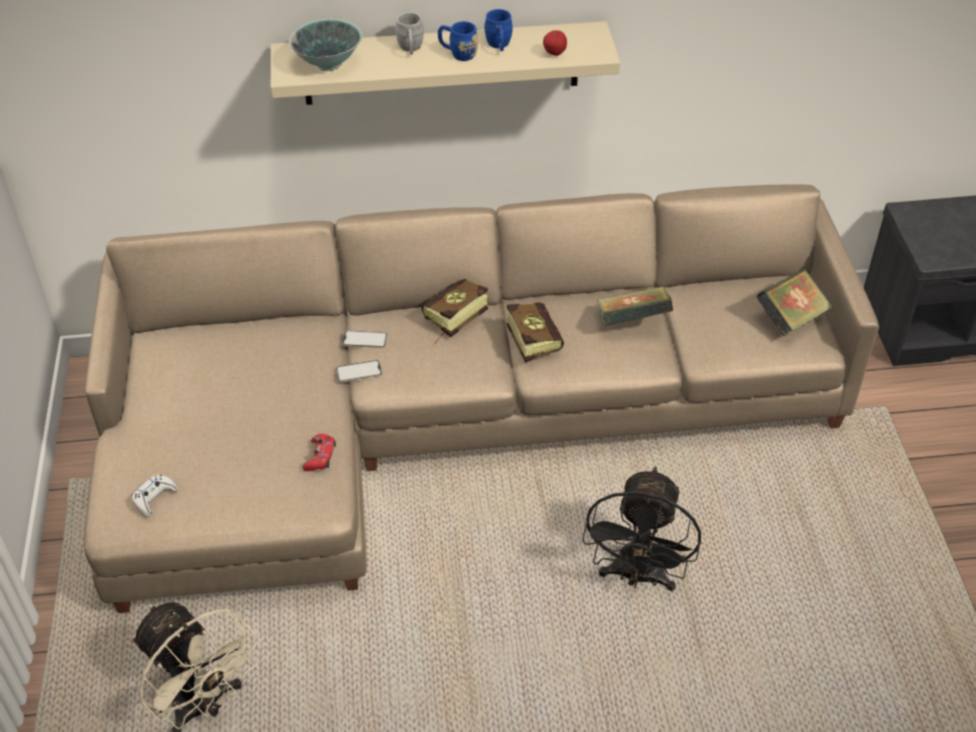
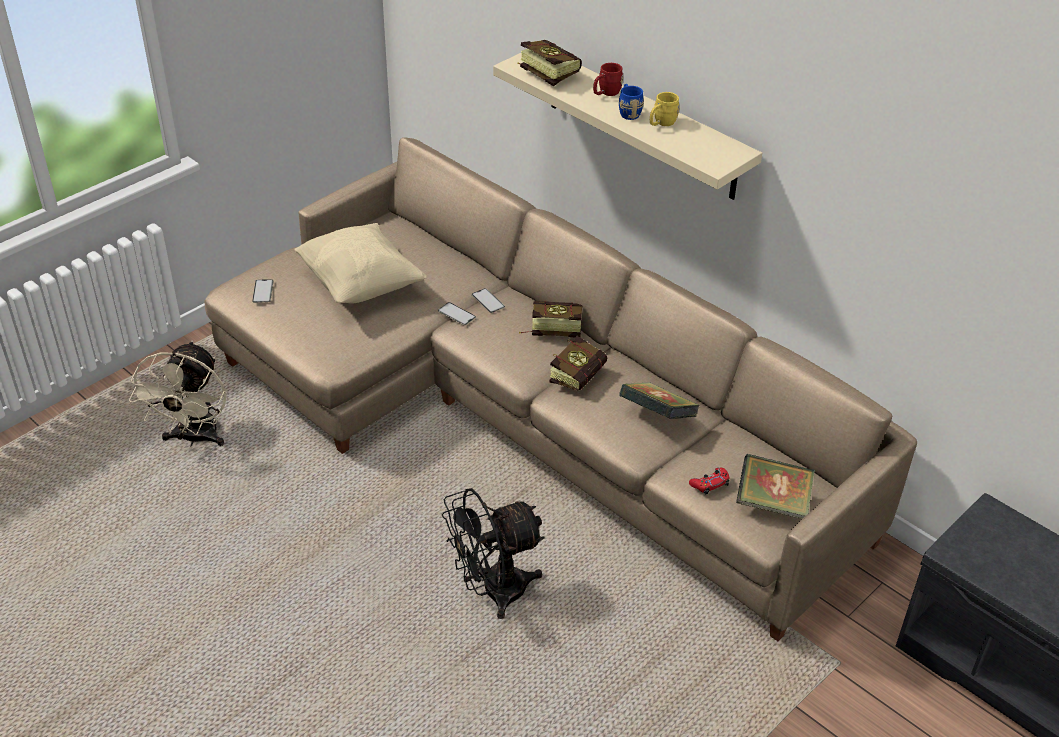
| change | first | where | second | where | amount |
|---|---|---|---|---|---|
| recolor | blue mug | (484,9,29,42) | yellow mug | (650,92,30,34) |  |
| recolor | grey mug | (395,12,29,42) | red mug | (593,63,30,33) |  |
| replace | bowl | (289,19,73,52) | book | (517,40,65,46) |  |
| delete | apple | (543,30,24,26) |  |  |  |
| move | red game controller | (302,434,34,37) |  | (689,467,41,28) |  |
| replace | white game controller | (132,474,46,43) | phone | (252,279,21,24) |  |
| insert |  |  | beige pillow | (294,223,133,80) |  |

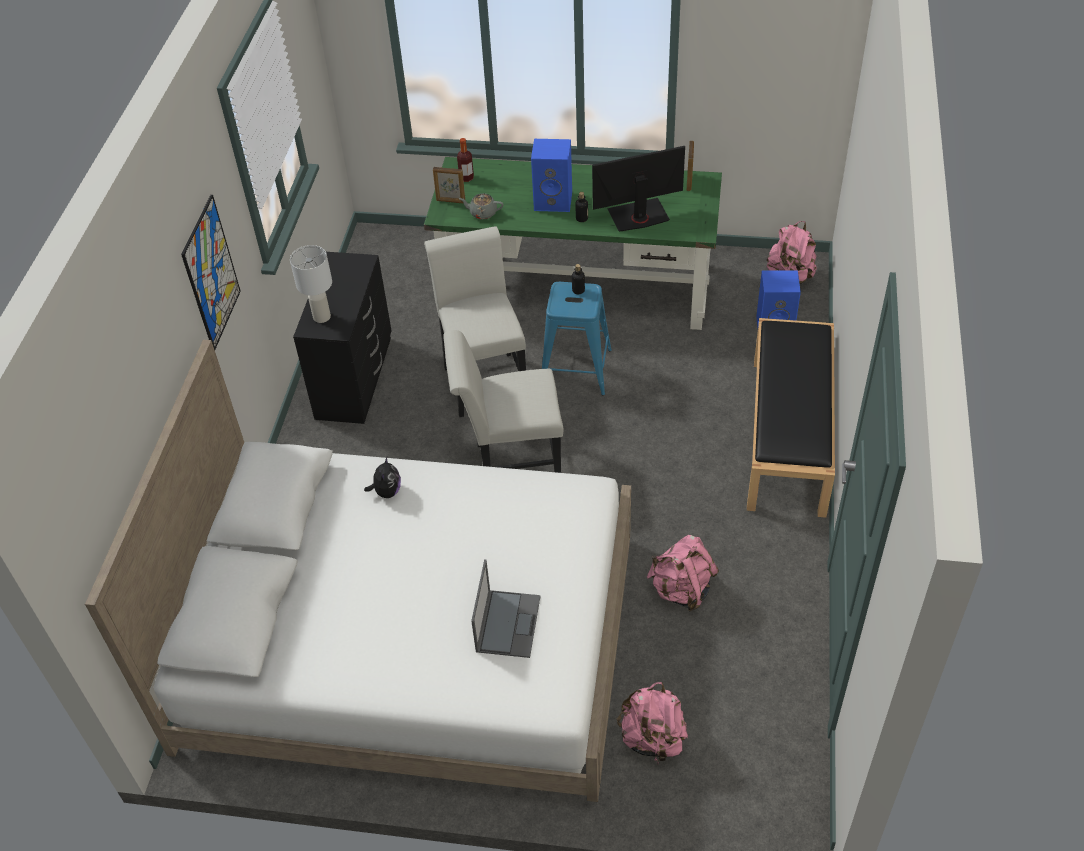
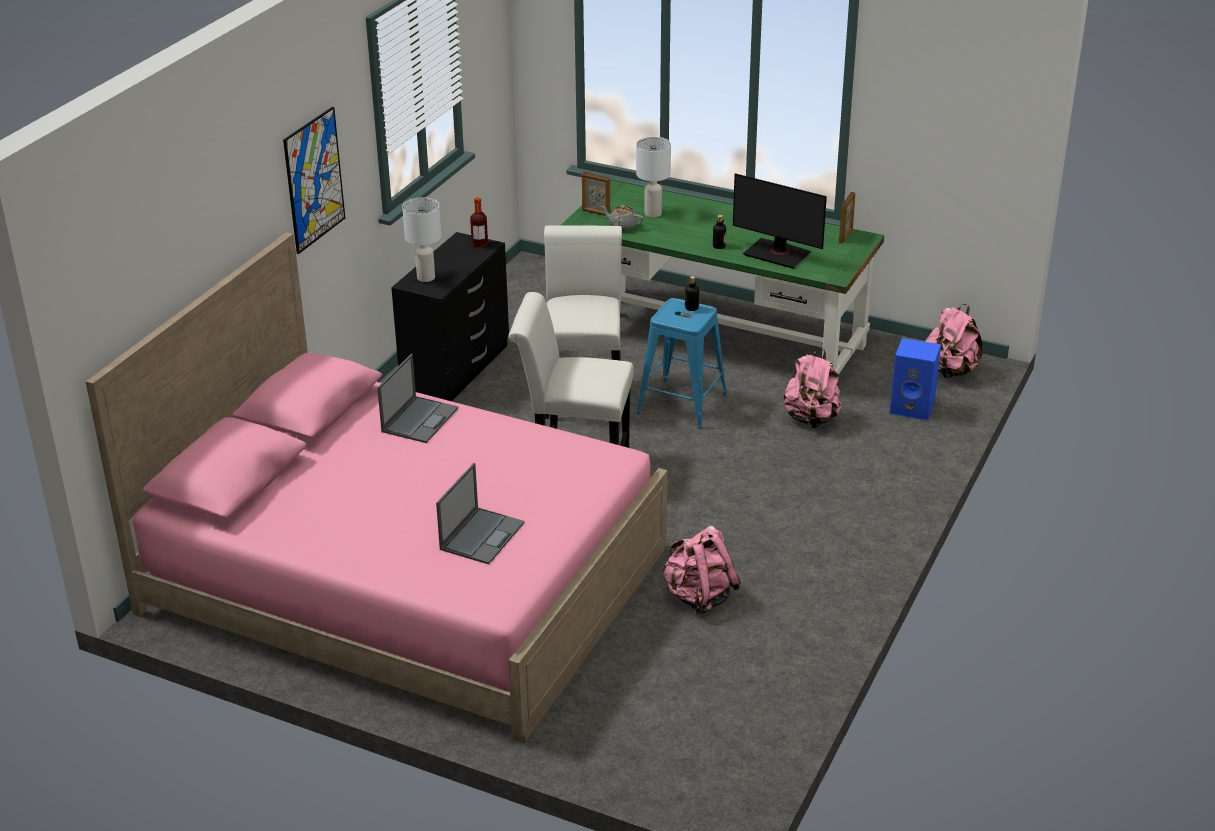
| change | first | where | second | where | amount |
|---|---|---|---|---|---|
| move | bottle | (457,138,17,44) |  | (470,197,18,50) |  |
| delete | blue speaker | (531,139,41,73) |  |  |  |
| rotate | monitor | (592,146,93,86) |  | (733,173,94,95) | 150 degrees counterclockwise |
| delete | black bench | (747,318,88,200) |  |  |  |
| recolor | white bed | (85,340,546,462) | pink bed | (86,232,582,510) |  |
| replace | plush toy | (364,457,37,41) | laptop | (377,354,81,89) |  |
| move | pink backpack | (617,682,71,79) |  | (784,349,58,79) |  |
| insert |  |  | white table lamp | (636,137,35,80) |  |

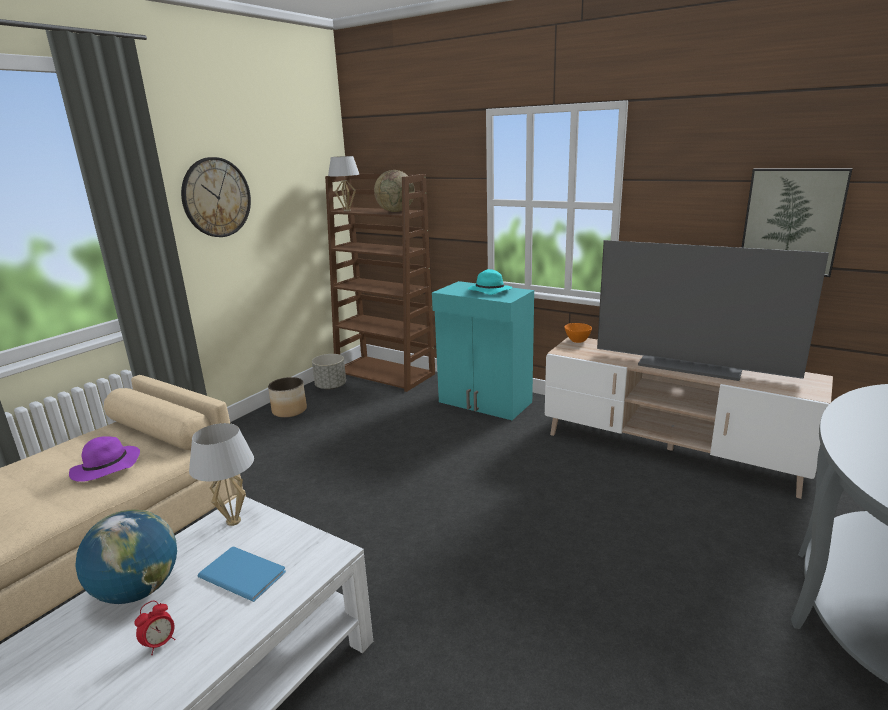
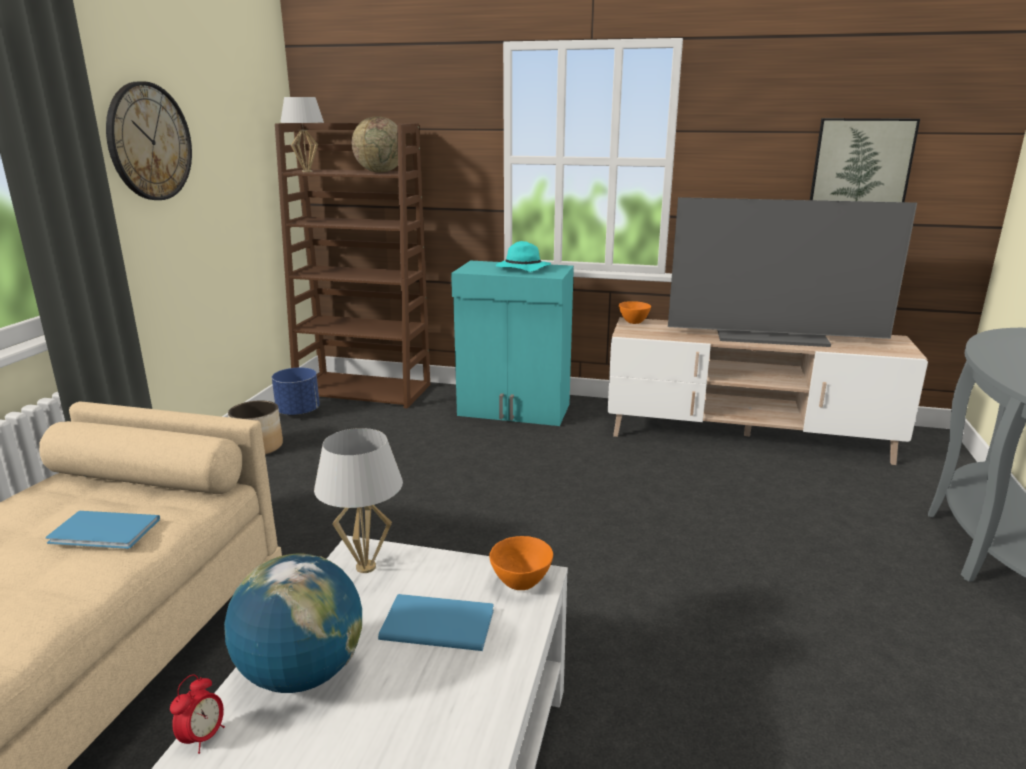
| change | first | where | second | where | amount |
|---|---|---|---|---|---|
| recolor | grey planter | (312,354,34,36) | blue planter | (272,368,48,48) |  |
| replace | purple hat | (69,436,71,46) | blue book | (45,511,115,38) |  |
| move | alarm clock | (134,601,42,54) |  | (170,674,55,80) |  |
| insert |  |  | orange bowl | (489,536,64,54) |  |

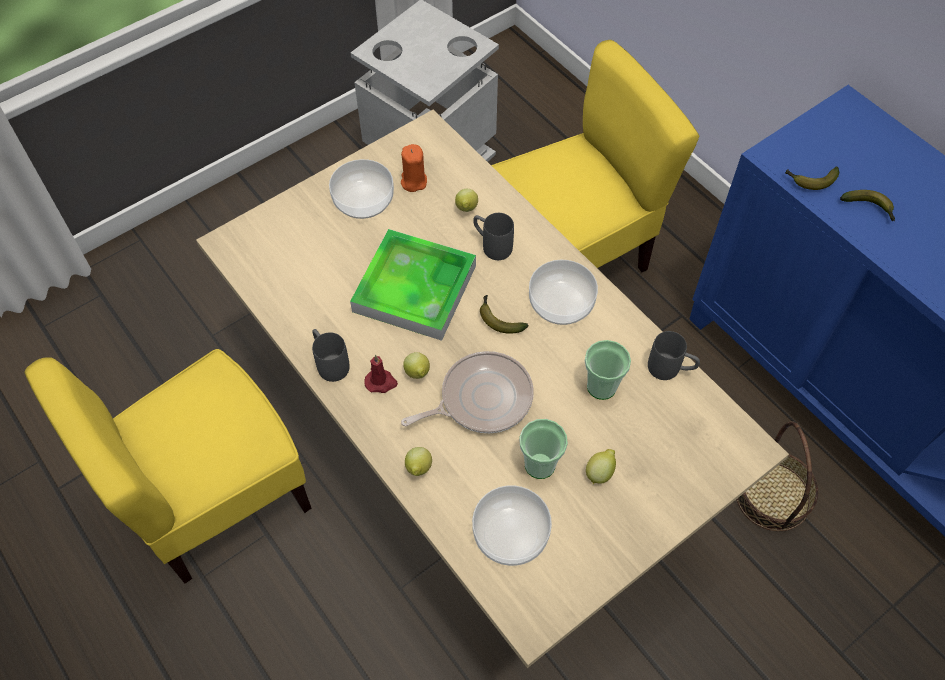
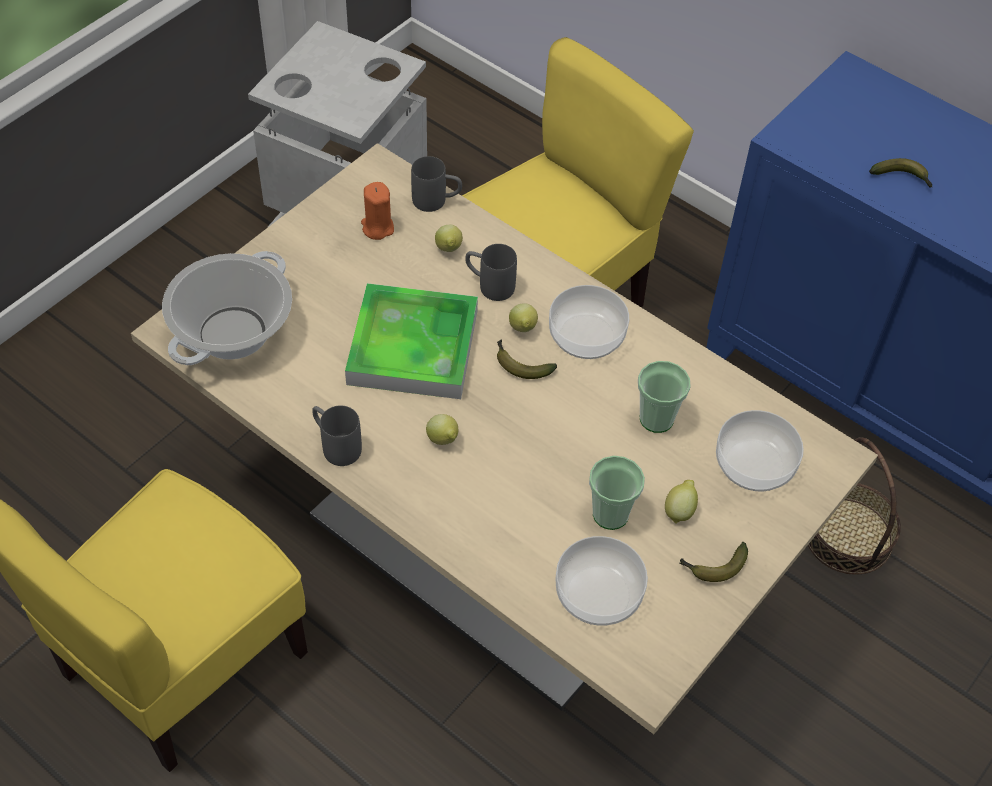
| change | first | where | second | where | amount |
|---|---|---|---|---|---|
| move | bowl | (329,159,65,60) |  | (716,410,88,81) |  |
| move | banana | (785,166,54,24) |  | (679,542,69,40) |  |
| move | grey mug | (648,331,52,49) |  | (411,156,51,56) |  |
| delete | frying pan | (401,351,133,82) |  |  |  |
| delete | red candle | (364,355,34,38) |  |  |  |
| move | lemon | (405,447,27,29) |  | (509,304,29,28) |  |
| insert |  |  | cooking pot | (162,251,130,114) |  |

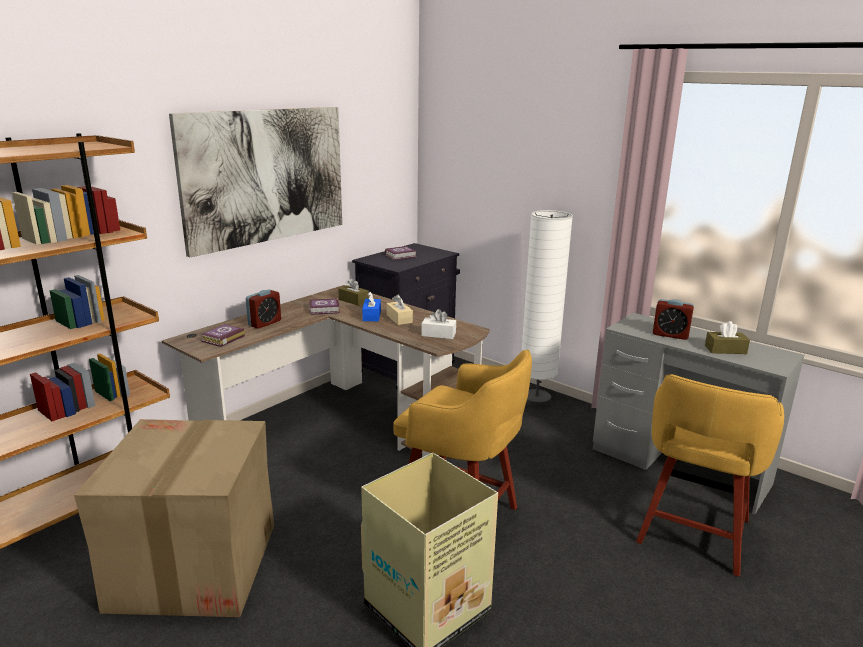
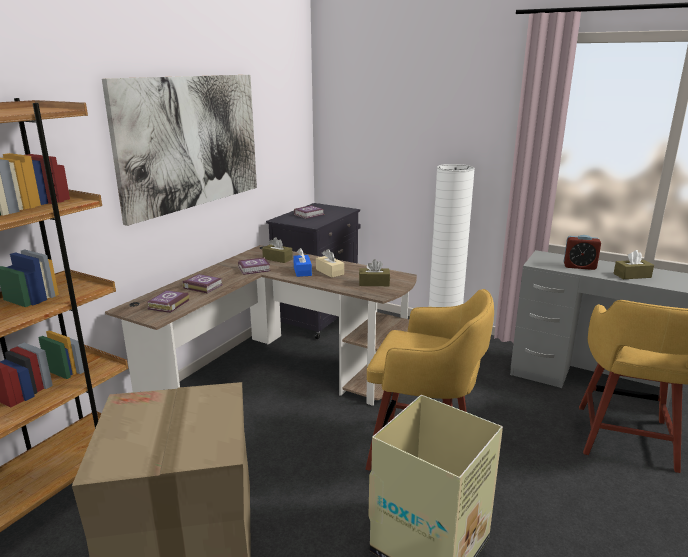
| change | first | where | second | where | amount |
|---|---|---|---|---|---|
| replace | alarm clock | (246,289,35,40) | book | (182,274,41,20) |  |
| recolor | white tissue box | (421,309,35,30) | brown tissue box | (359,259,31,27) |  |

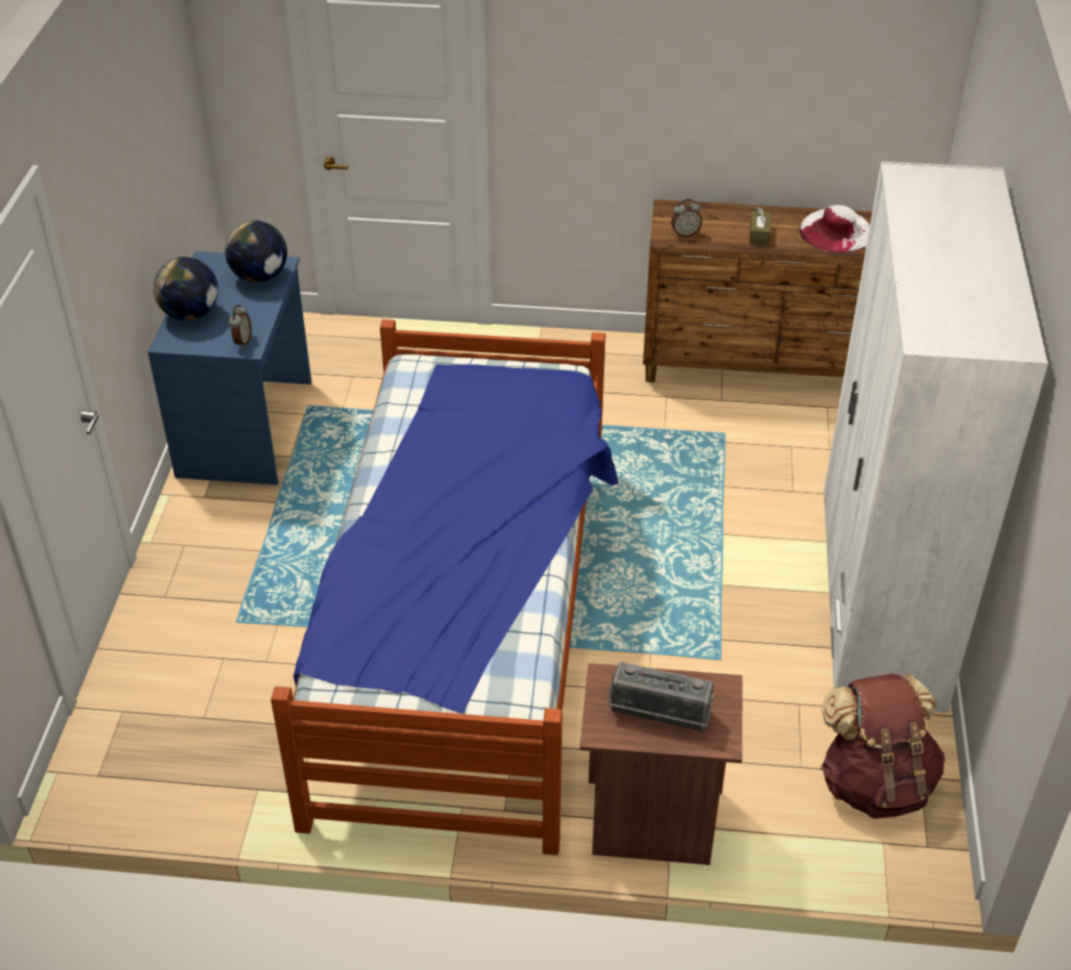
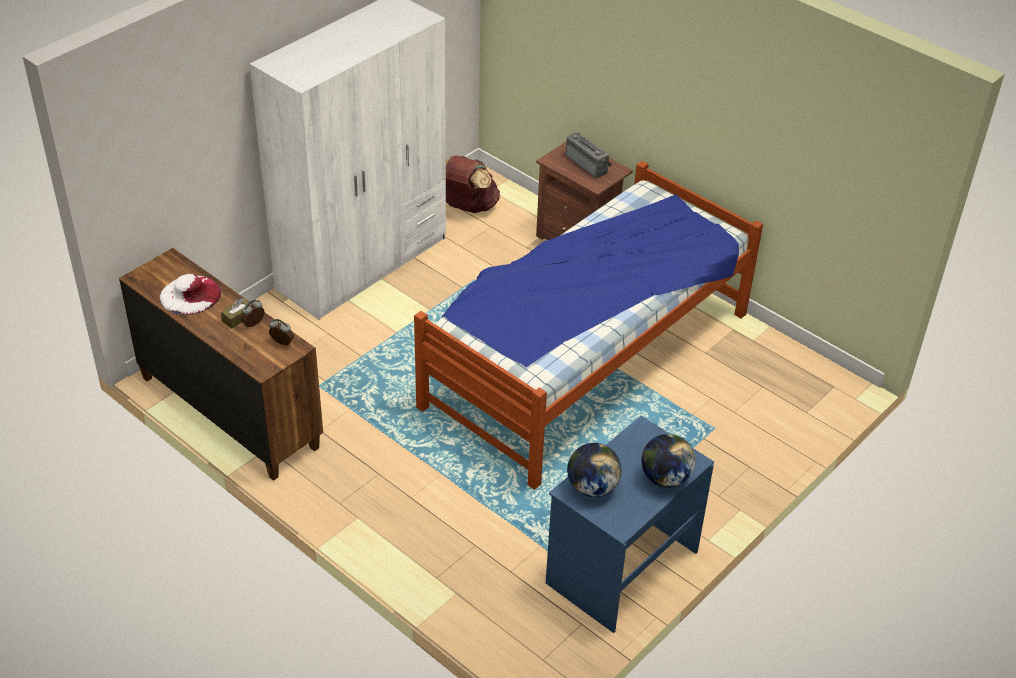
| change | first | where | second | where | amount |
|---|---|---|---|---|---|
| move | alarm clock | (229,305,22,43) |  | (241,300,23,27) |  |

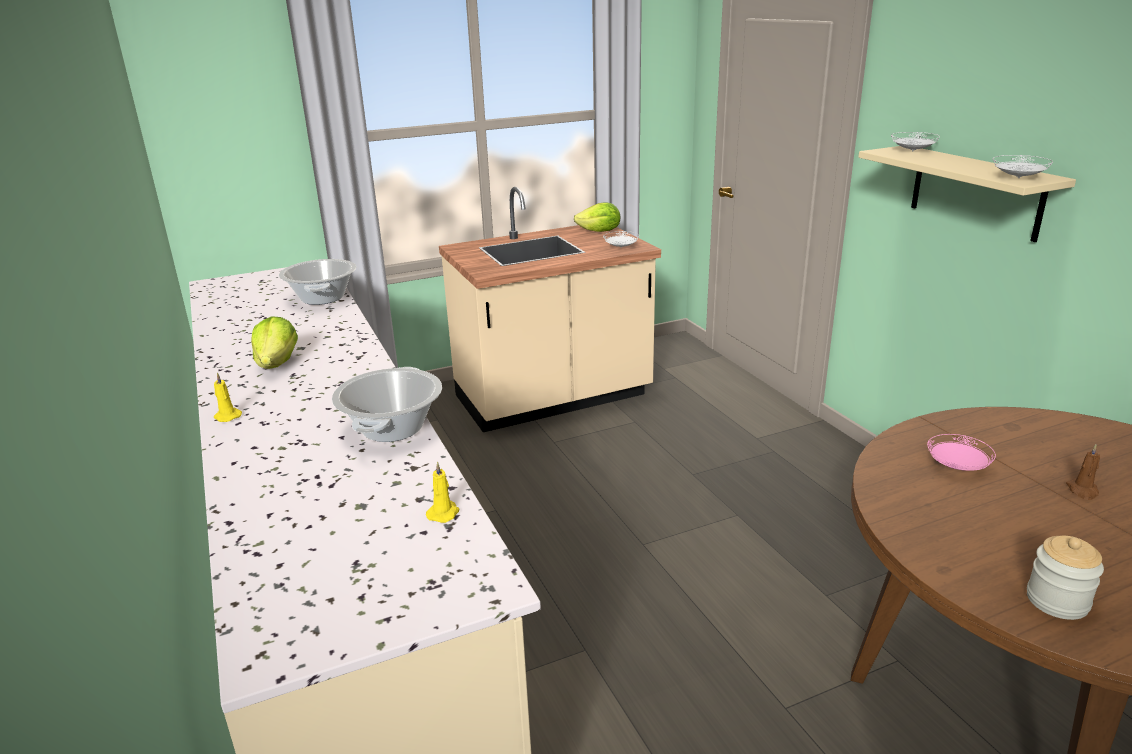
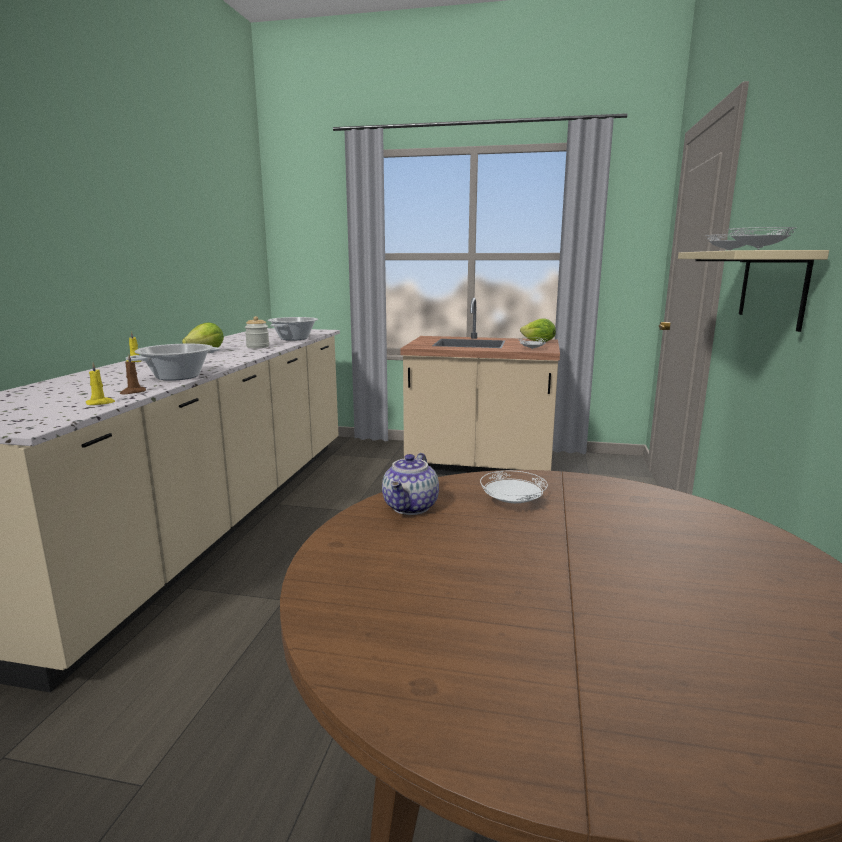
| change | first | where | second | where | amount |
|---|---|---|---|---|---|
| recolor | pink plate | (927,434,69,37) | white plate | (480,471,68,32) |  |
| move | brown candle | (1066,444,34,56) |  | (120,354,26,40) |  |
| move | jar | (1027,536,77,84) |  | (245,316,24,32) |  |
| insert |  |  | teapot | (382,453,57,62) |  |

